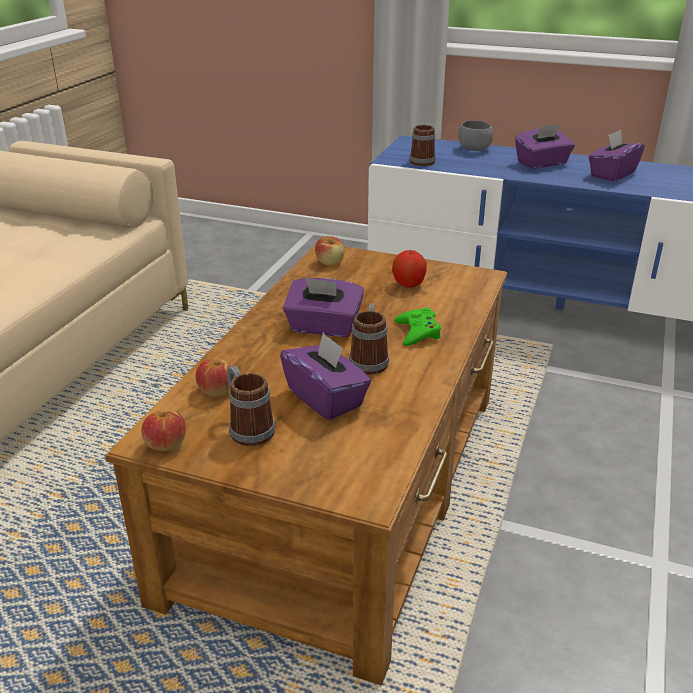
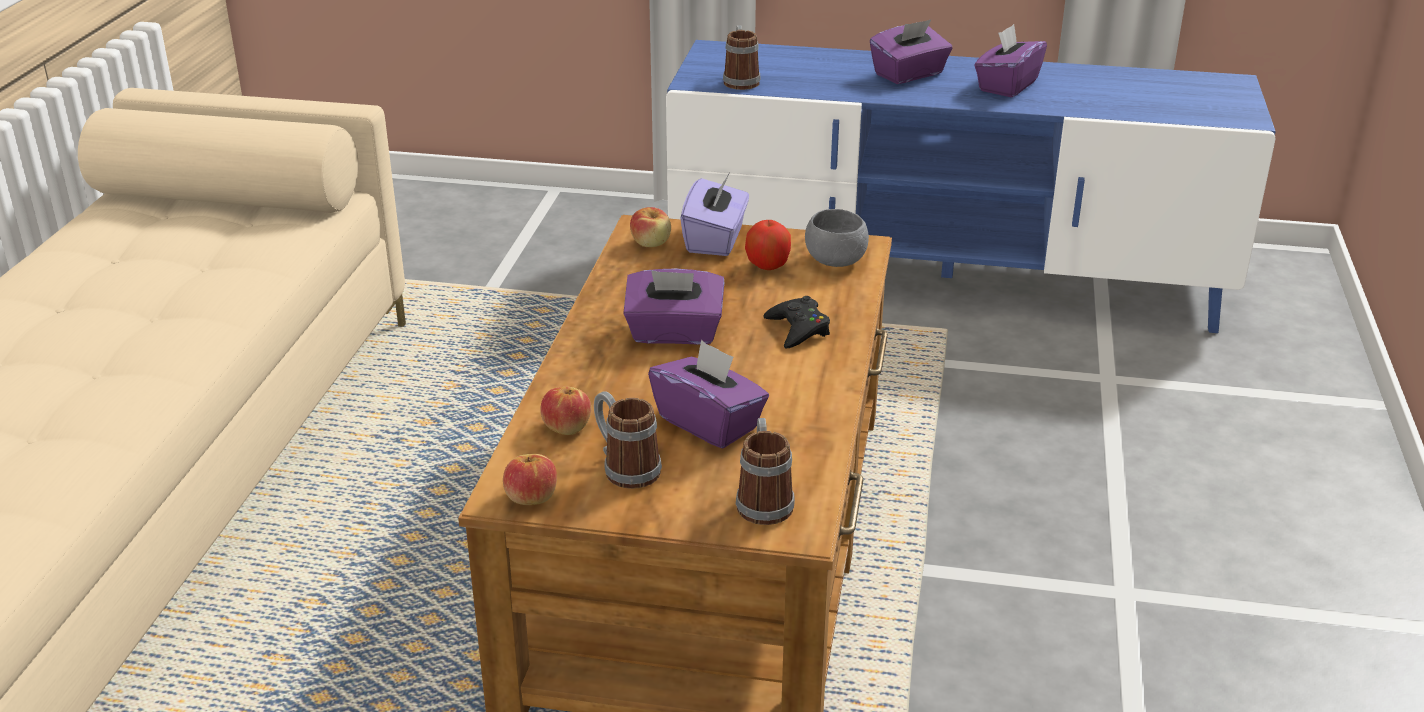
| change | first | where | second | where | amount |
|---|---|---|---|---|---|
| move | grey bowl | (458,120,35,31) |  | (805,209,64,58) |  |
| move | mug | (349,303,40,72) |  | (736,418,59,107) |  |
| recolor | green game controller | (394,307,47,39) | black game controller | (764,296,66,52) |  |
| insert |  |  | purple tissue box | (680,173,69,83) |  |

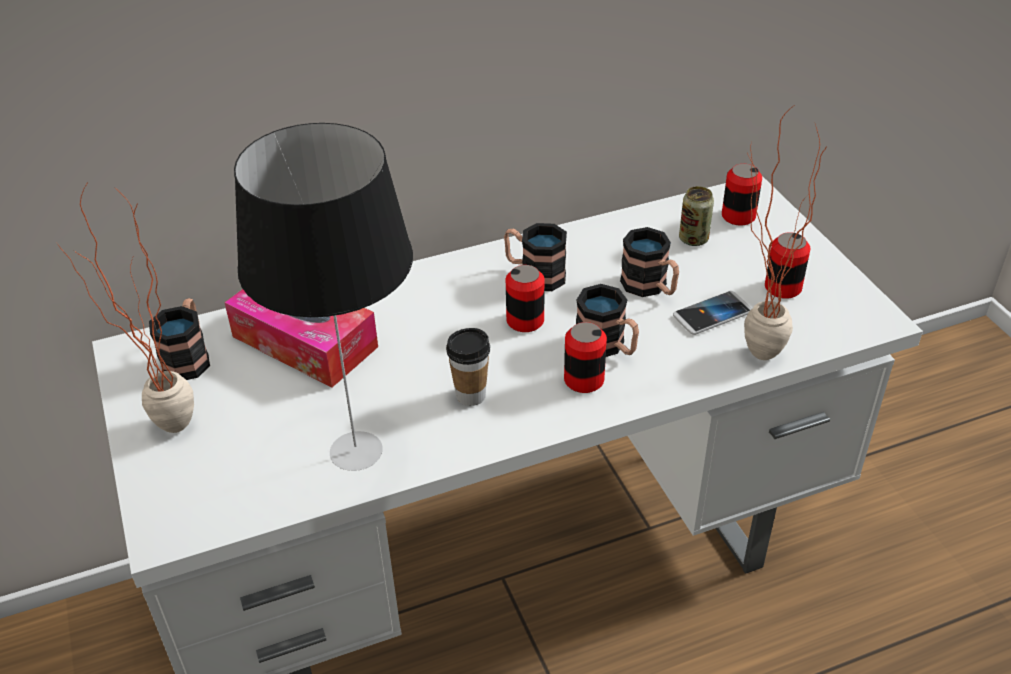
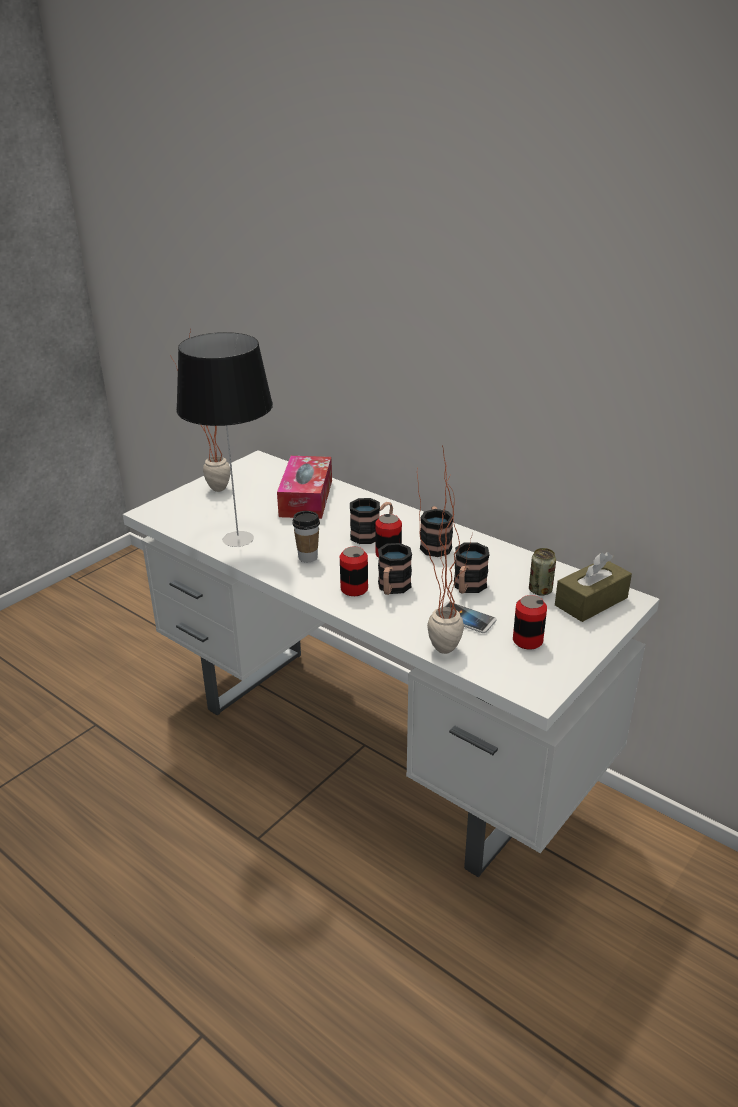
| change | first | where | second | where | amount |
|---|---|---|---|---|---|
| replace | can | (722,164,40,62) | brown tissue box | (555,552,77,70) |  |
| move | mug | (149,298,61,82) |  | (350,498,43,46) |  |

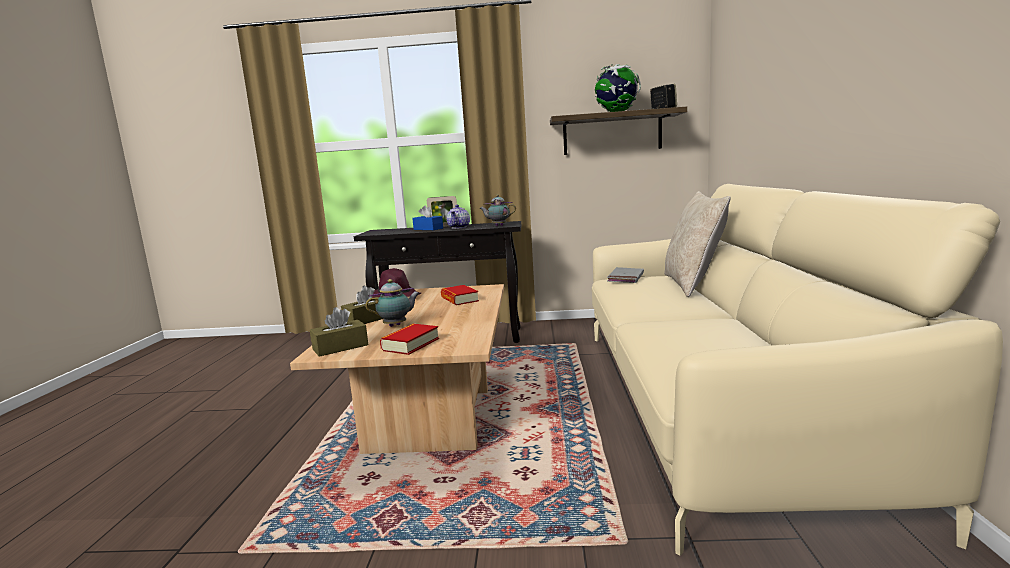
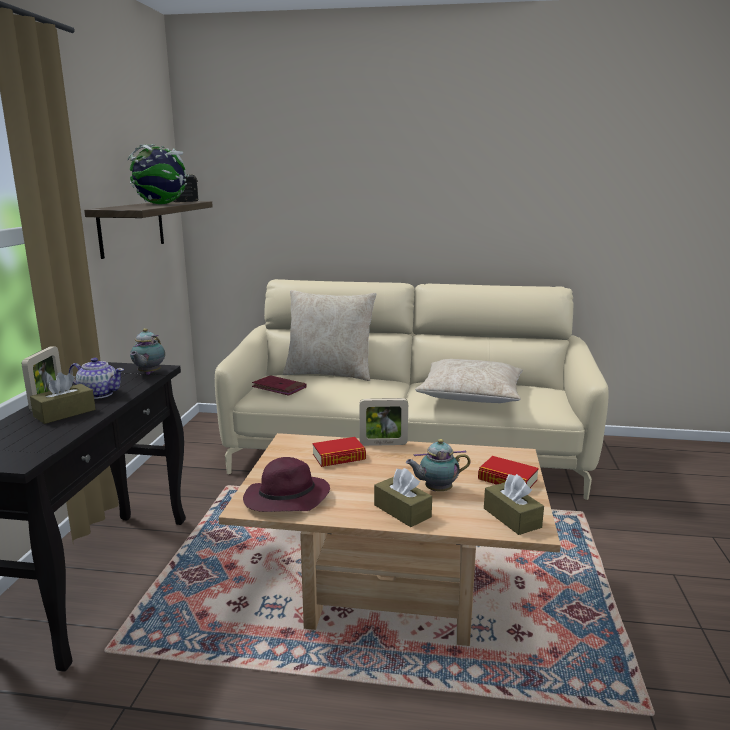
| change | first | where | second | where | amount |
|---|---|---|---|---|---|
| recolor | blue tissue box | (412,205,31,25) | brown tissue box | (30,372,65,52) |  |
| recolor | grey book | (607,267,37,16) | red book | (252,375,55,21) |  |
| rotate | teapot | (365,279,55,48) |  | (406,439,65,52) | 75 degrees counterclockwise |
| insert |  |  | beige pillow | (415,359,108,44) |  |
| insert |  |  | picture frame | (359,398,49,48) |  |

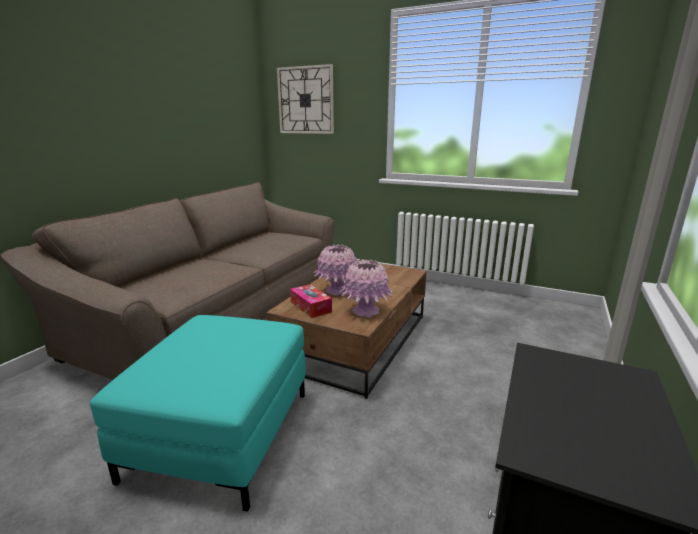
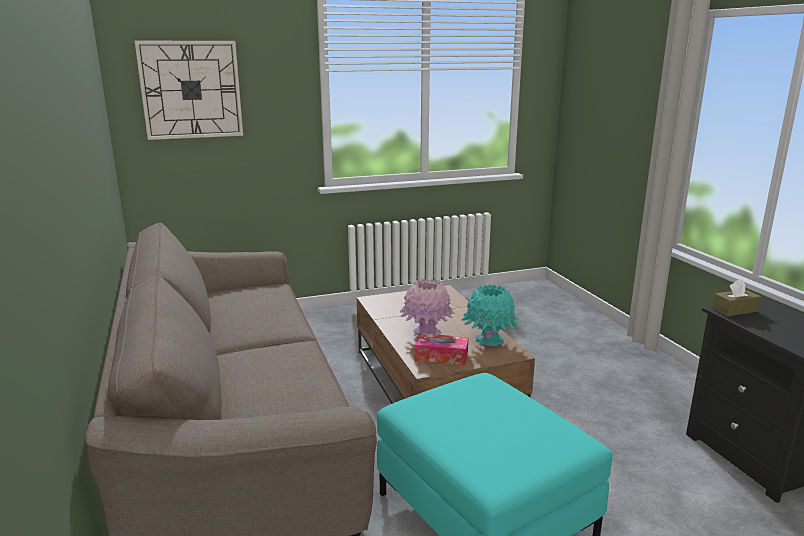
| change | first | where | second | where | amount |
|---|---|---|---|---|---|
| recolor | pink vase | (340,259,53,58) | turquoise vase | (462,284,58,62) |  |
| insert |  |  | brown tissue box | (712,279,49,37) |  |

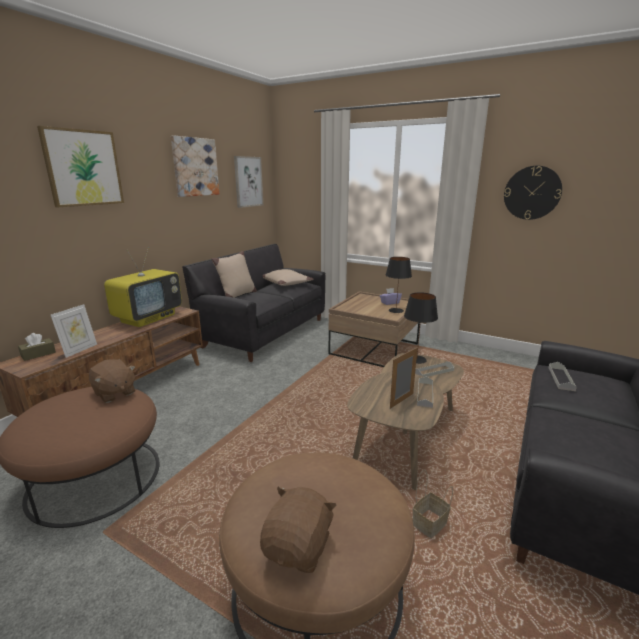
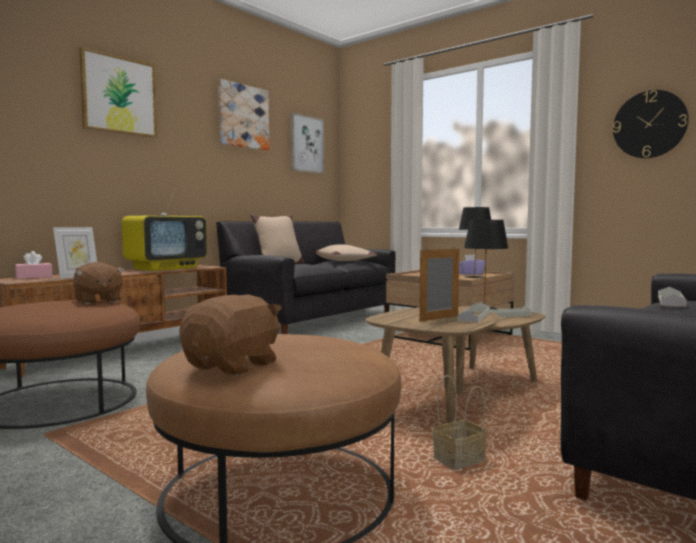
| change | first | where | second | where | amount |
|---|---|---|---|---|---|
| recolor | brown tissue box | (18,333,38,28) | pink tissue box | (15,251,38,28) |  |

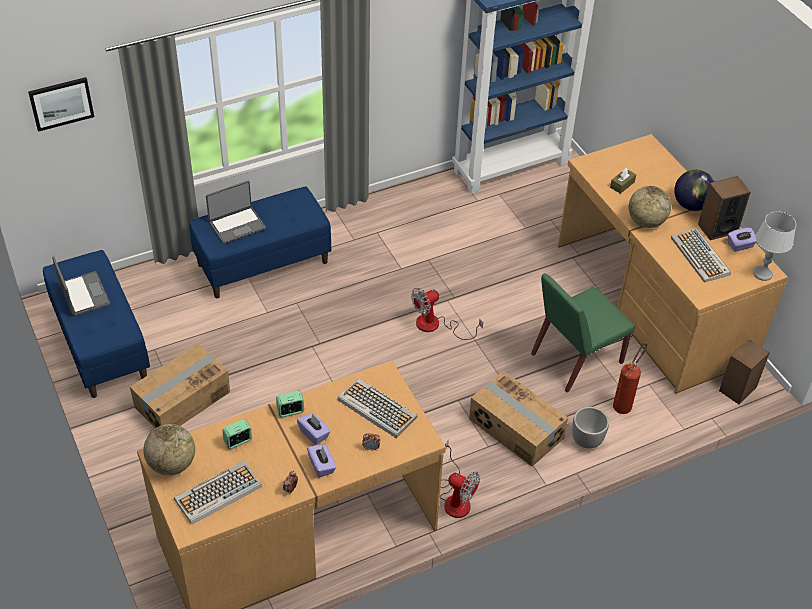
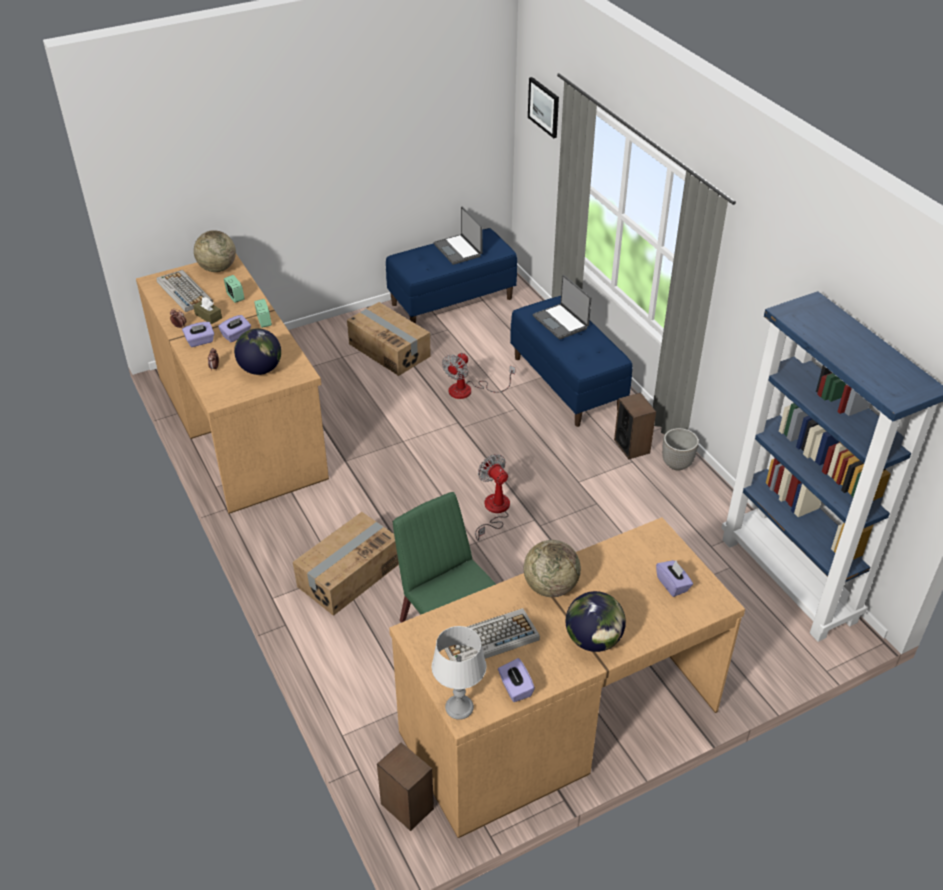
| change | first | where | second | where | amount |
|---|---|---|---|---|---|
| move | brown tissue box | (610,168,26,26) |  | (193,297,29,27) |  |
| move | speaker | (698,176,53,64) |  | (614,392,42,67) |  |
| rotate | laptop | (52,256,58,60) |  | (433,207,50,58) | 90 degrees clockwise |
| delete | fire extinguisher | (613,343,34,71) |  |  |  |
| replace | keyboard | (338,378,79,60) | globe | (234,328,47,47) |  |
| move | planter | (572,407,37,42) |  | (662,428,37,43) |  |
| move | fan | (440,440,40,78) |  | (442,353,73,46) |  |
| insert |  |  | purple tissue box | (656,560,37,37) |  |

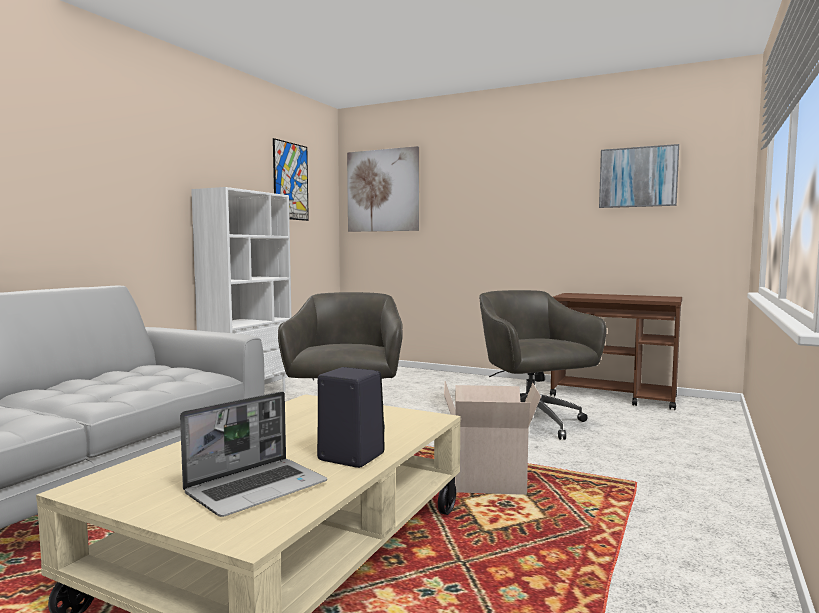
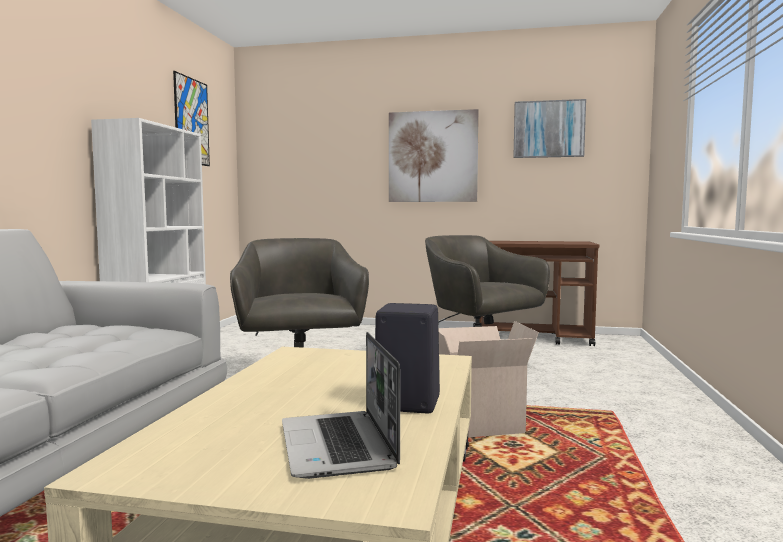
| change | first | where | second | where | amount |
|---|---|---|---|---|---|
| move | picture | (347,146,72,86) |  | (389,109,90,93) |  |
| rotate | laptop | (180,392,147,125) |  | (282,332,118,147) | 135 degrees clockwise |

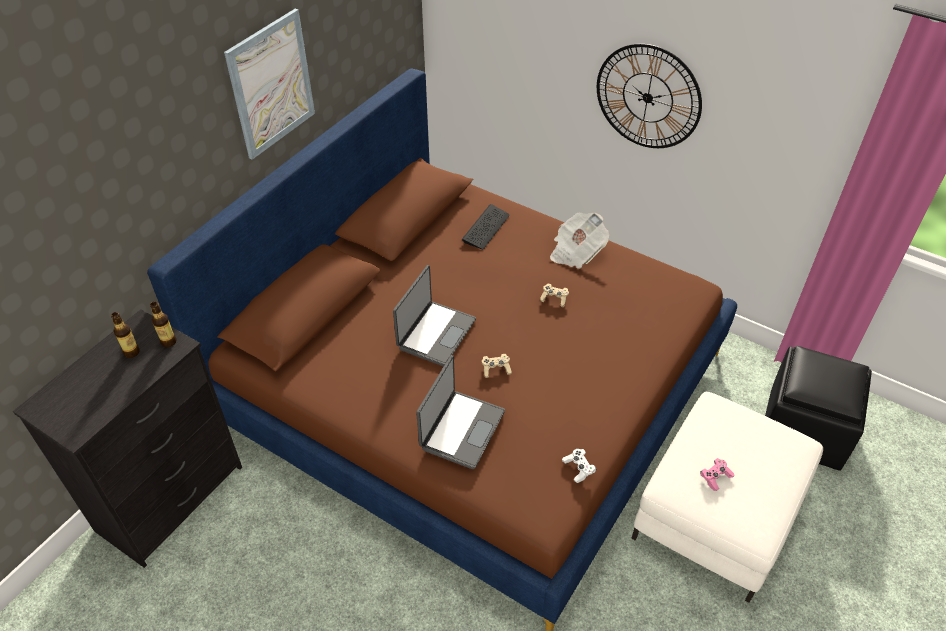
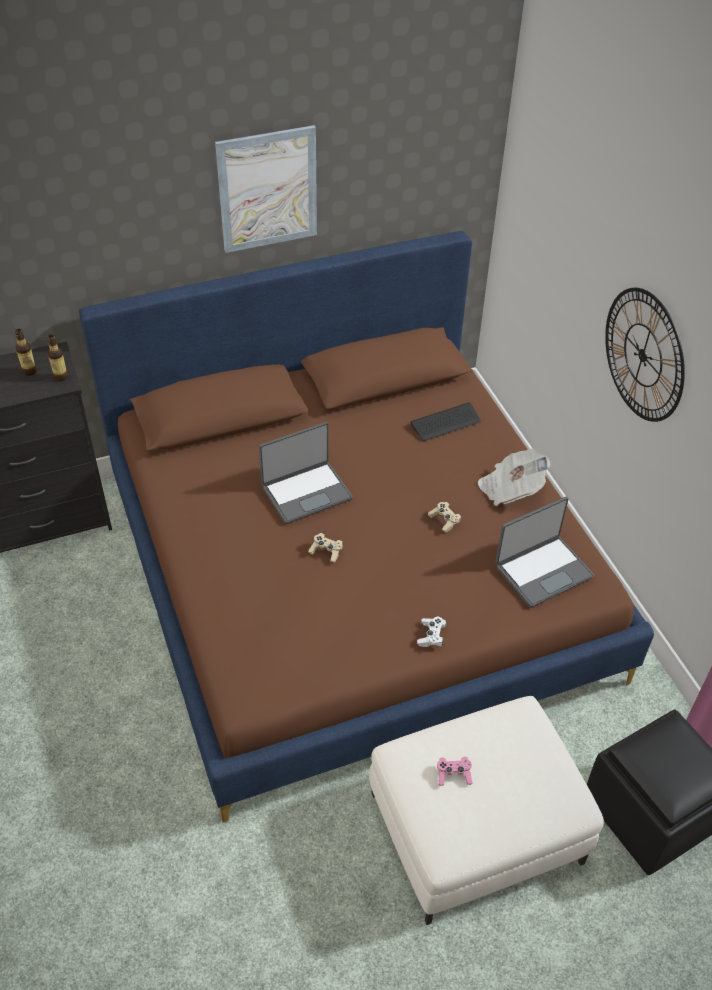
| change | first | where | second | where | amount |
|---|---|---|---|---|---|
| move | laptop | (416,355,89,114) |  | (495,497,99,111) |  |
| move | white game controller | (562,449,34,34) |  | (417,617,30,30) |  |

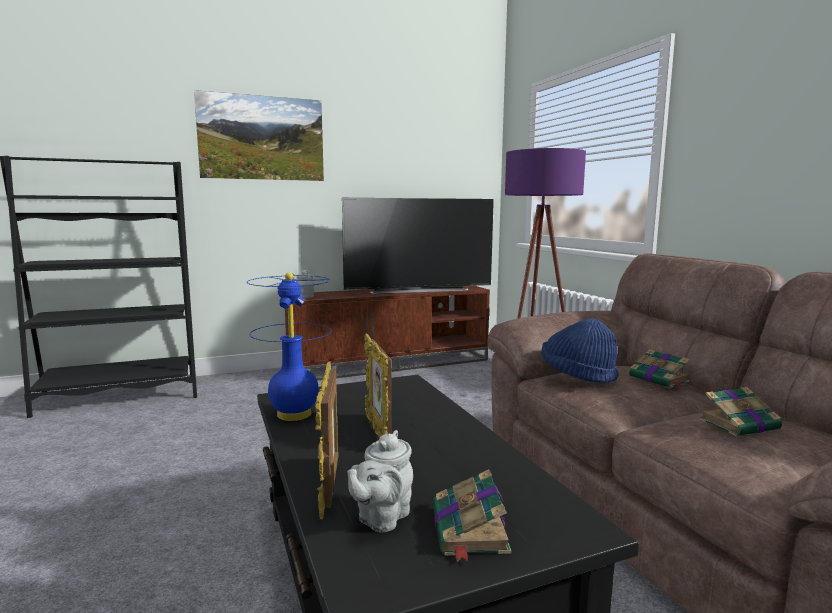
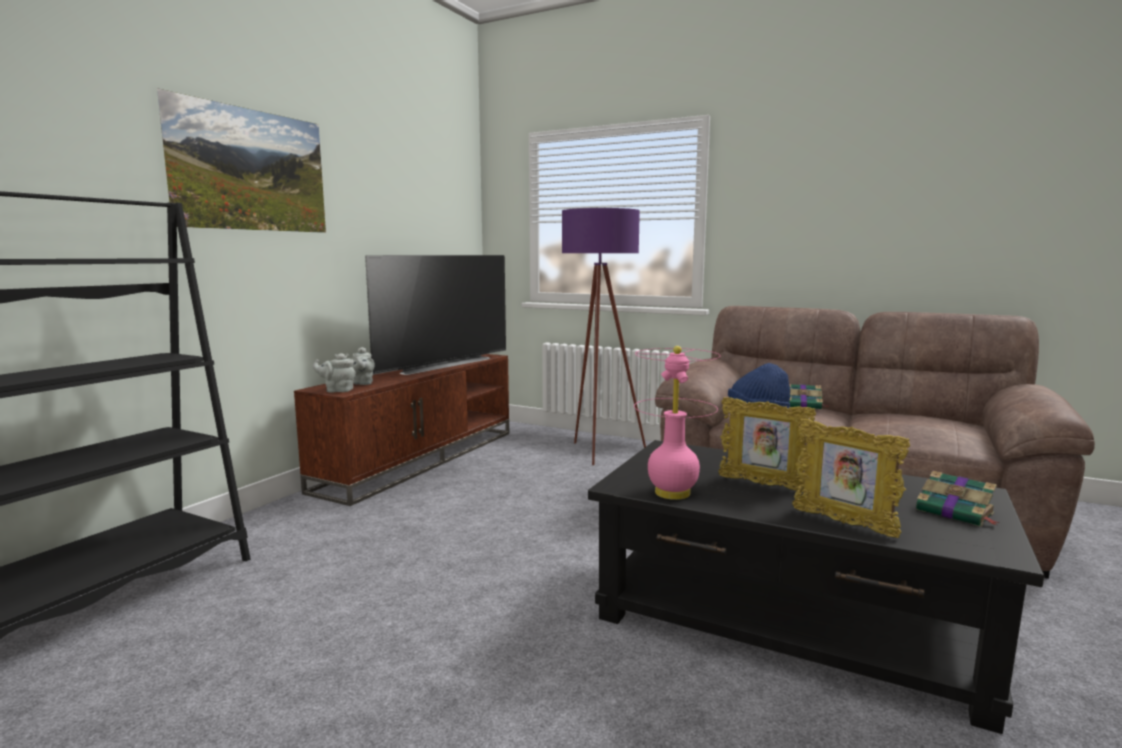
| change | first | where | second | where | amount |
|---|---|---|---|---|---|
| recolor | blue table lamp | (247,272,84,149) | pink table lamp | (634,346,86,154) |  |
| delete | book | (699,387,83,49) |  |  |  |
| move | grey teapot | (347,430,66,102) |  | (352,347,23,38) |  |

